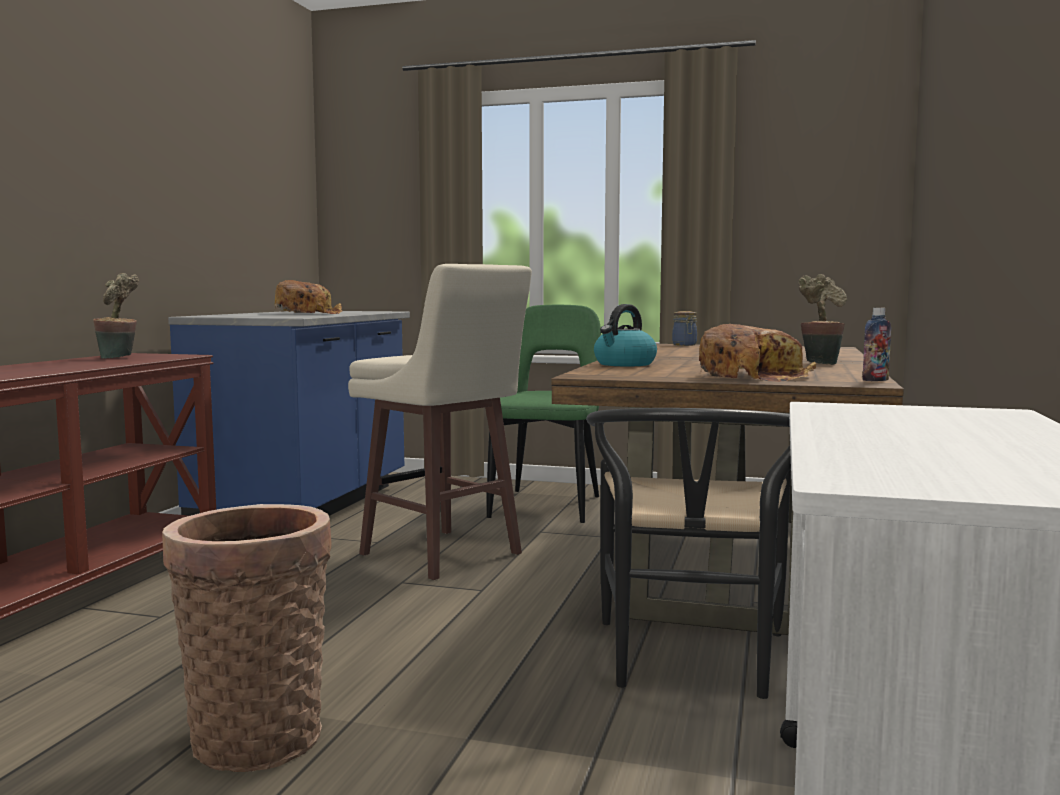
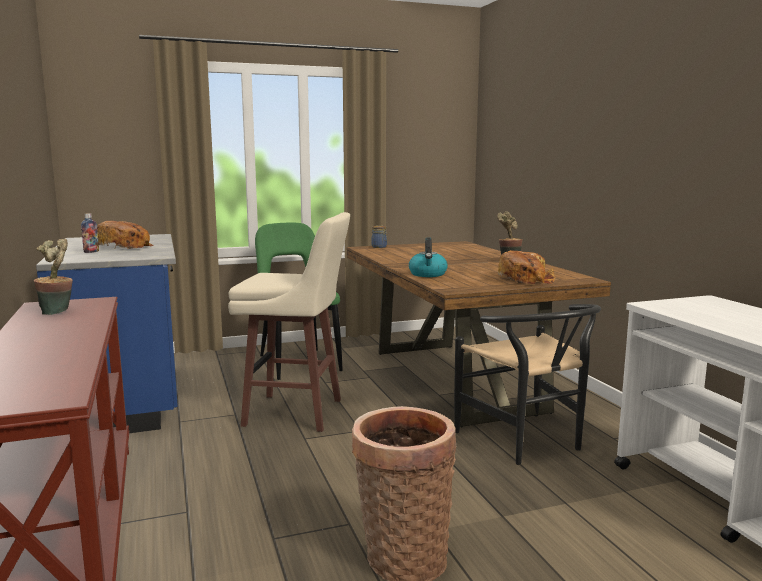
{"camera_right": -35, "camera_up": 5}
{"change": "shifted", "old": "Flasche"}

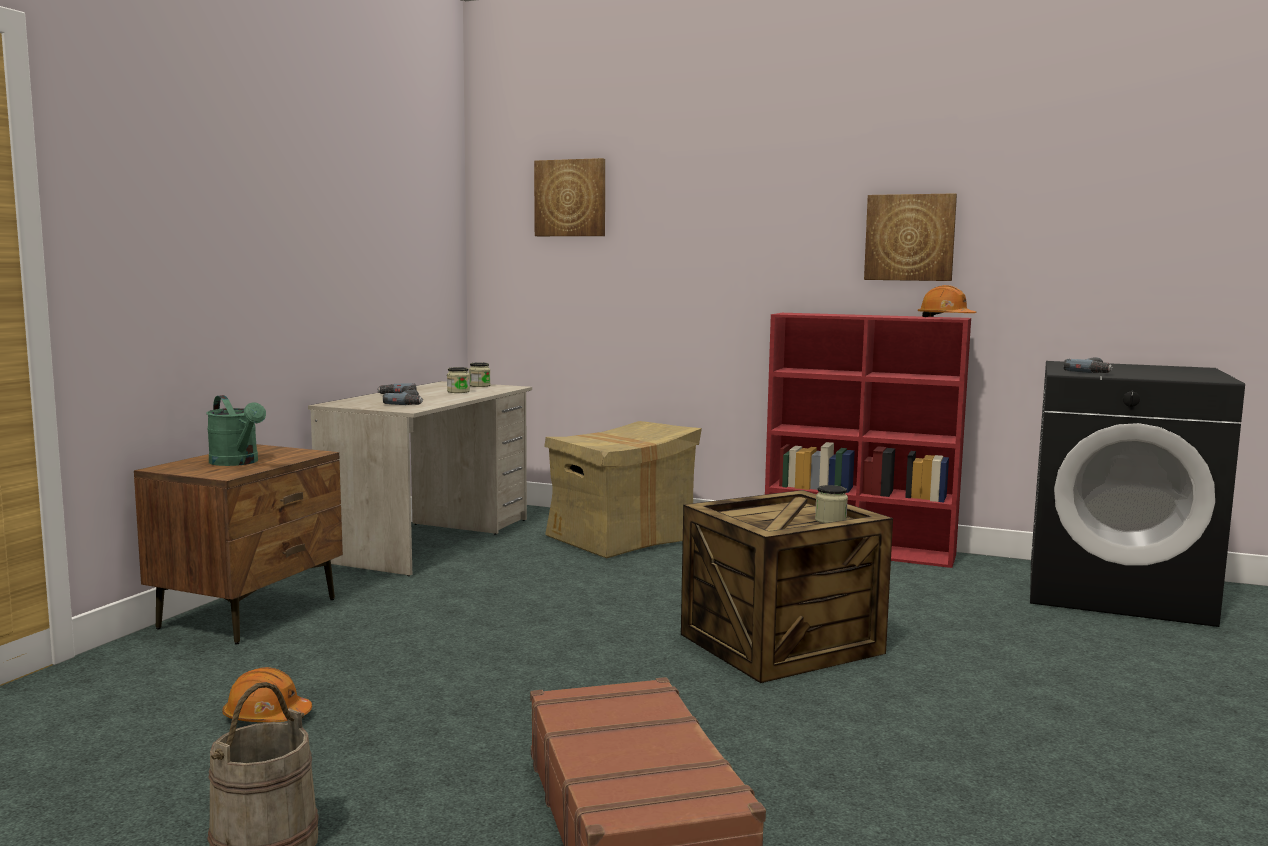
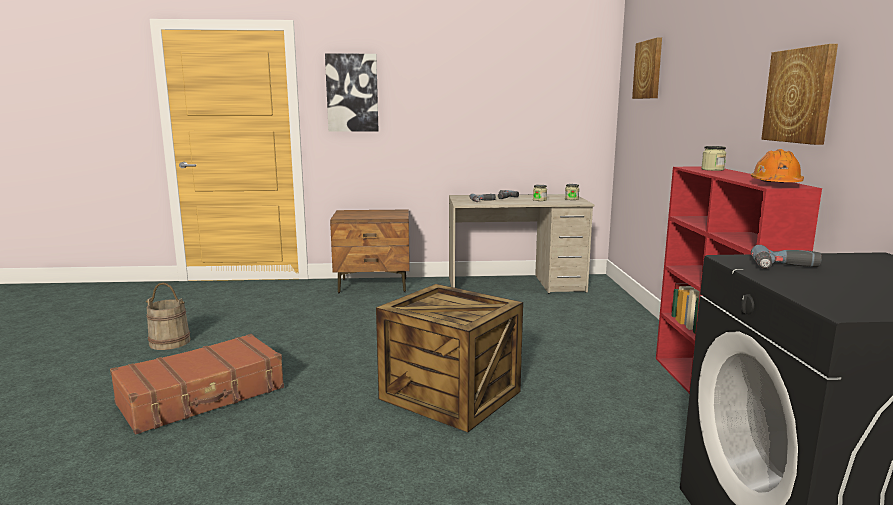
{"camera_right": 65, "camera_up": 5}
{"change": "gone", "old": "Gießkanne (grün)"}
{"change": "gone", "old": "Schutzhelm (orange) (no. 1 from left)"}
{"change": "gone", "old": "Karton"}
{"change": "new", "new": "Bild (no. 1 from left)"}
{"change": "shifted", "old": "Vorratsglas (no. 3 from left)"}

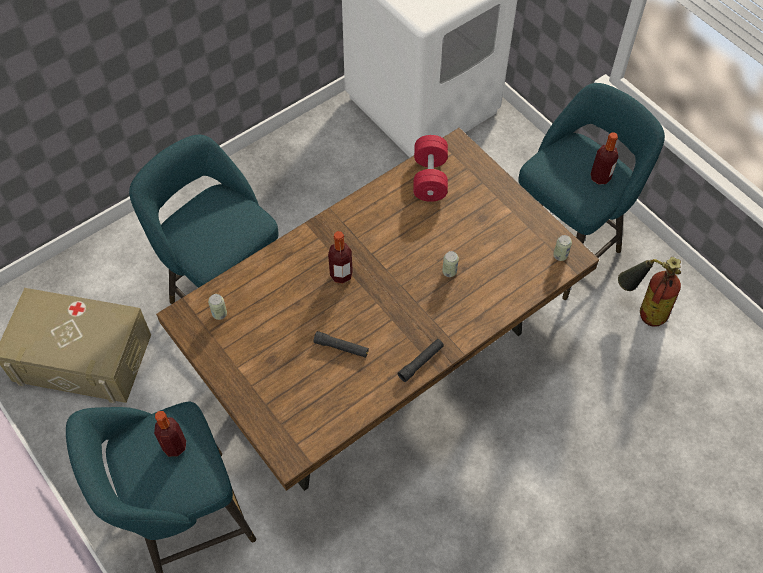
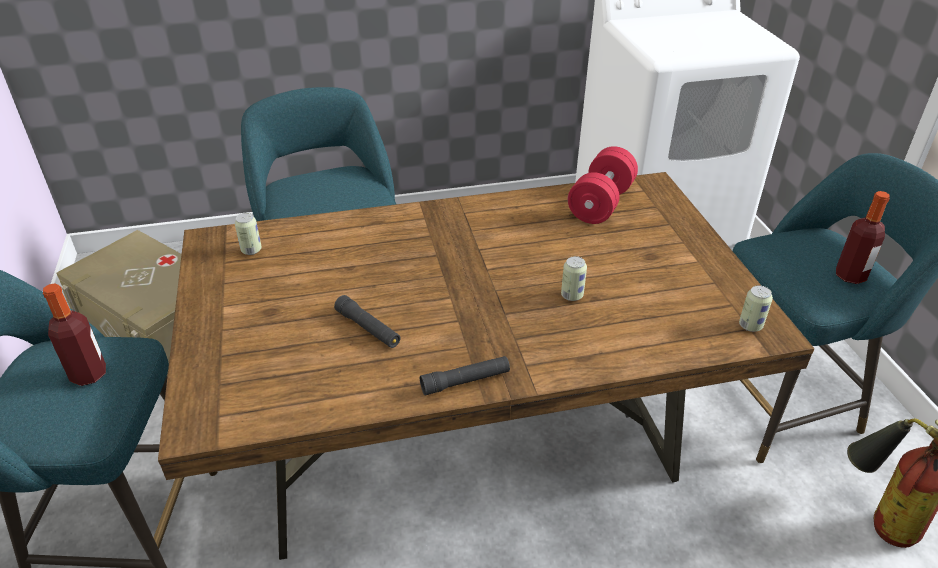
{"camera_right": 25, "camera_up": -20}
{"change": "gone", "old": "Flasche (no. 2 from left)"}

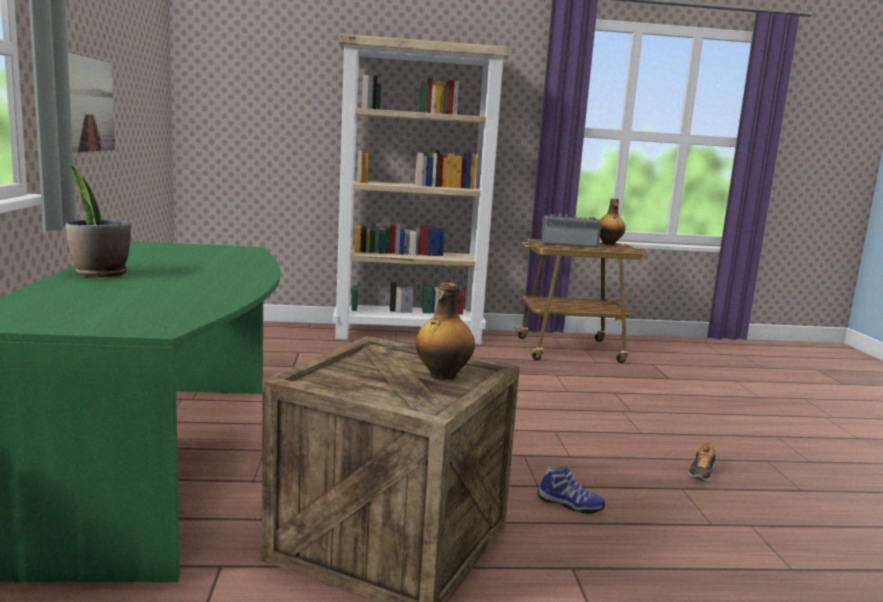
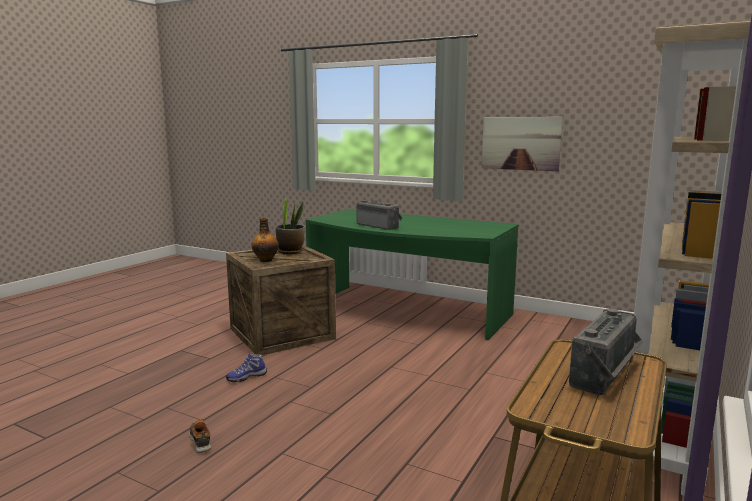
{"camera_right": 125, "camera_up": 0}
{"change": "gone", "old": "Flasche (no. 2 from left)"}
{"change": "new", "new": "Radio (no. 1 from left)"}
{"change": "shifted", "old": "Topfpflanze"}

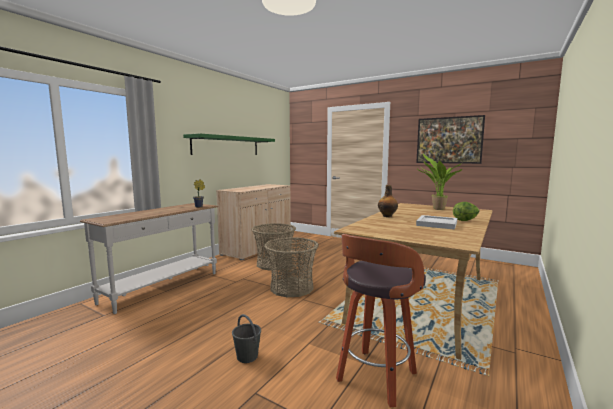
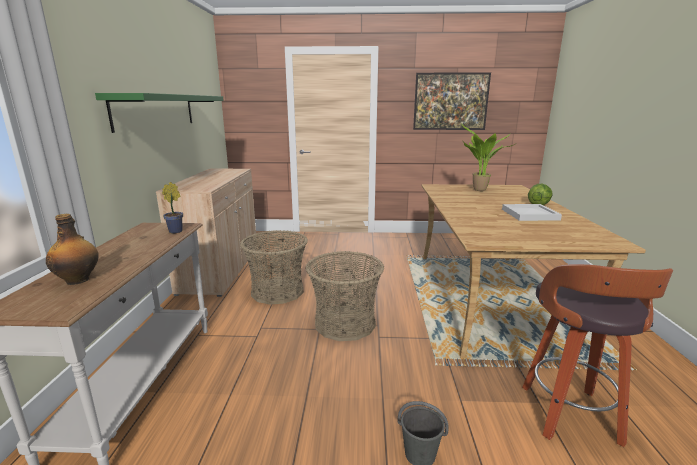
{"camera_right": -30, "camera_up": 10}
{"change": "shifted", "old": "Flasche"}

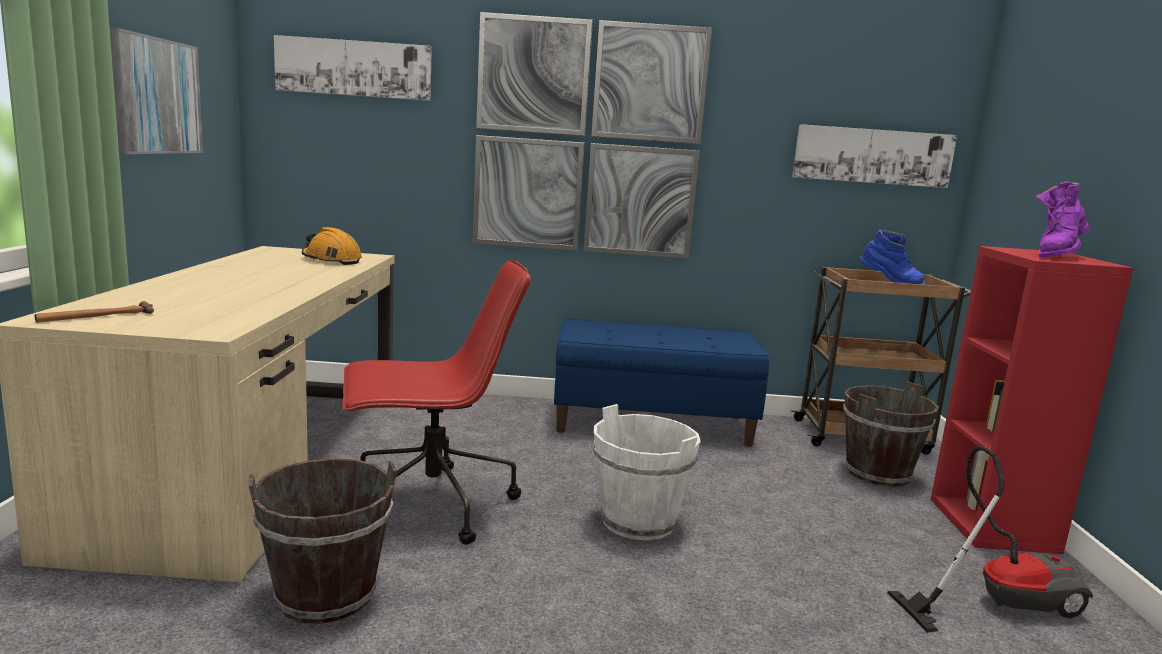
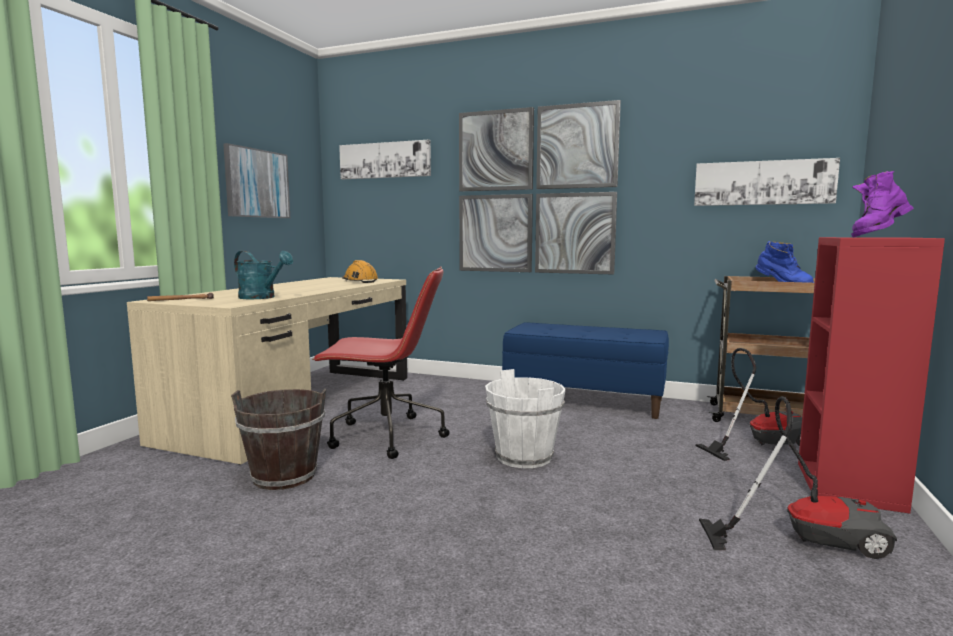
{"camera_right": 20, "camera_up": -5}
{"change": "new", "new": "Gießkanne (türkis)"}
{"change": "swapped", "old": "Eimer (braun) (no. 2 from left)", "new": "Staubsauger (no. 1 from left)"}

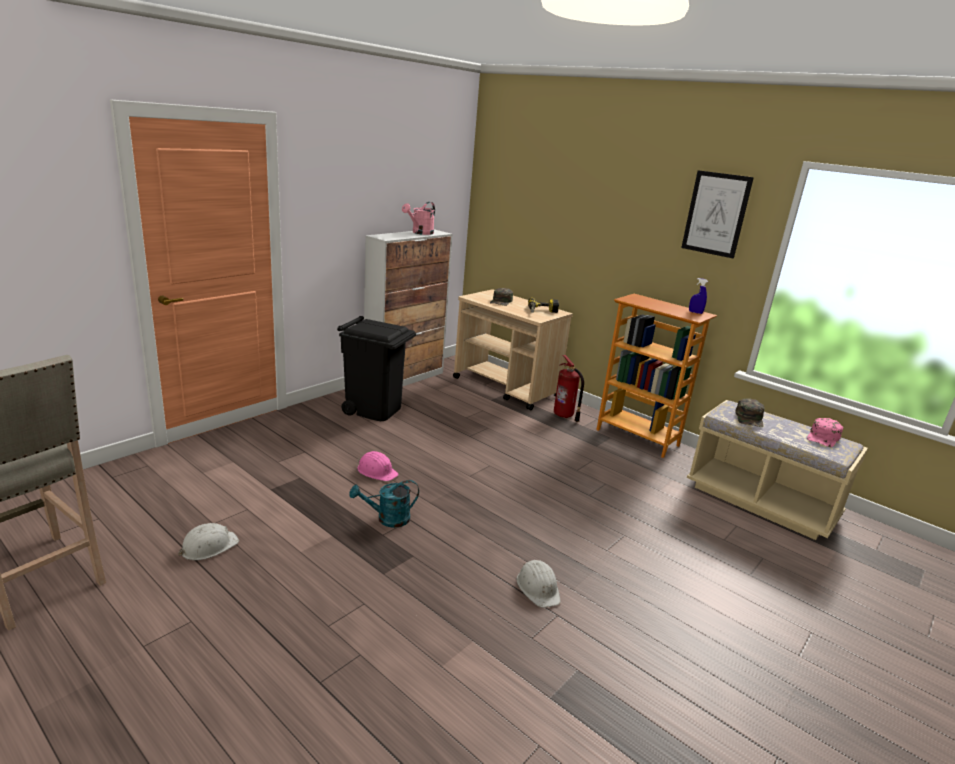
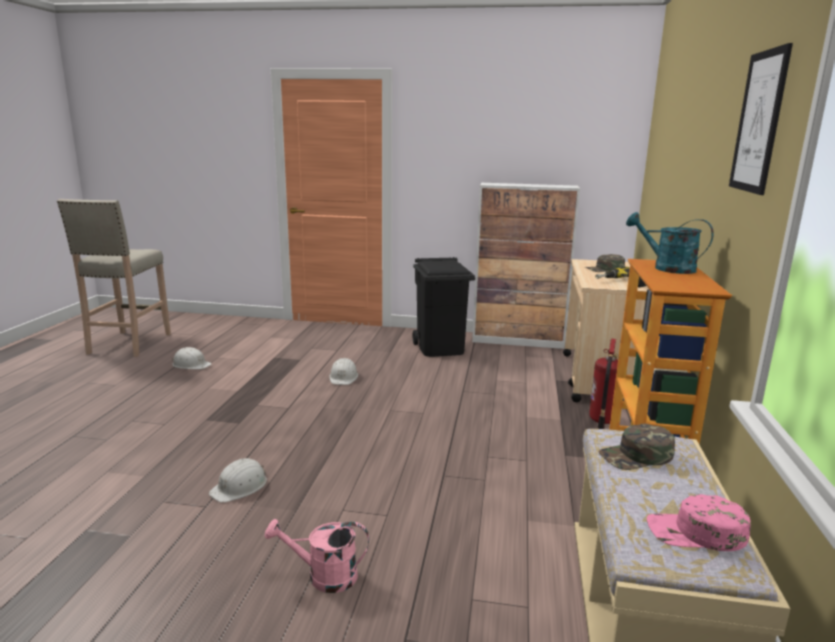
{"camera_right": 60, "camera_up": -5}
{"change": "gone", "old": "Sprühflasche (blau)"}
{"change": "shifted", "old": "Gießkanne (türkis)"}
{"change": "shifted", "old": "Gießkanne (rosa)"}
{"change": "repainted", "old": "Schutzhelm (rosa)", "new": "Schutzhelm (weiß) (no. 3 from left)"}

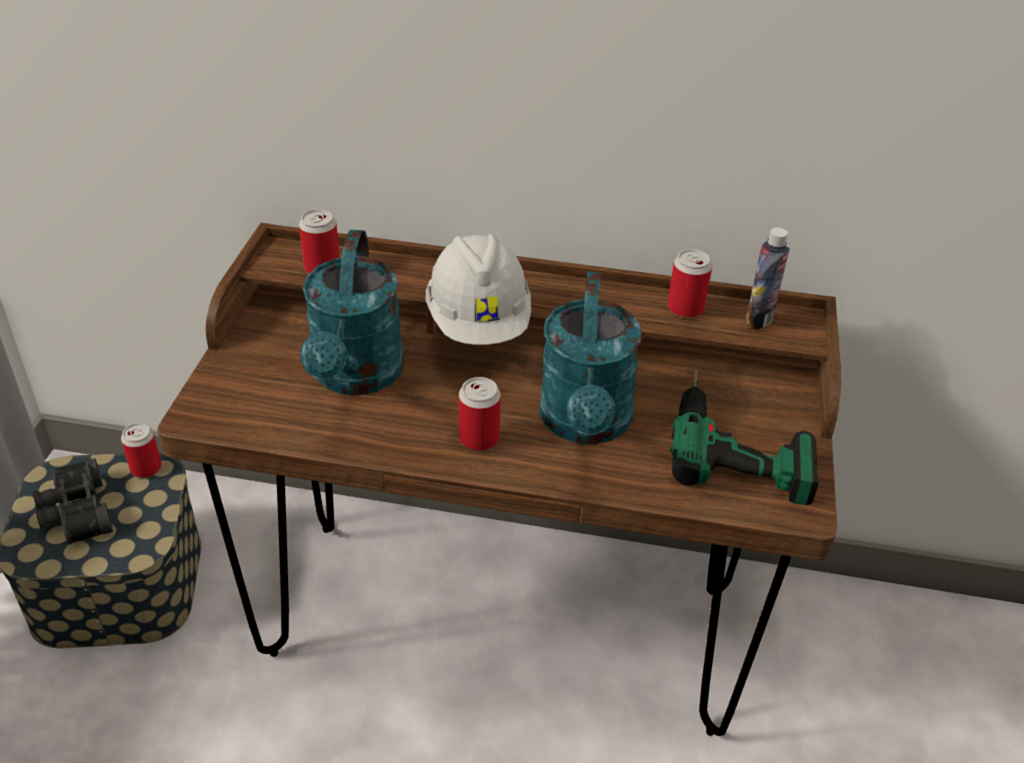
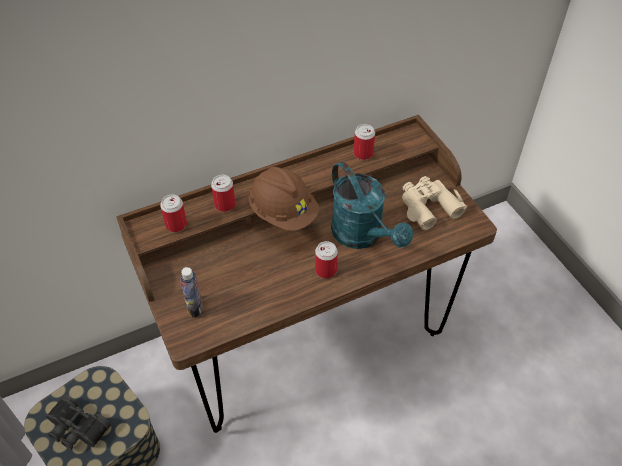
{"camera_right": -35, "camera_up": 10}
{"change": "gone", "old": "Gießkanne (türkis) (no. 1 from left)"}
{"change": "shifted", "old": "Dose (no. 1 from left in the first image)", "new": "Dose (no. 2 from left)"}
{"change": "shifted", "old": "Flasche"}
{"change": "swapped", "old": "Bohrmaschine", "new": "Fernglas (beige)"}
{"change": "repainted", "old": "Schutzhelm (weiß)", "new": "Schutzhelm (braun)"}

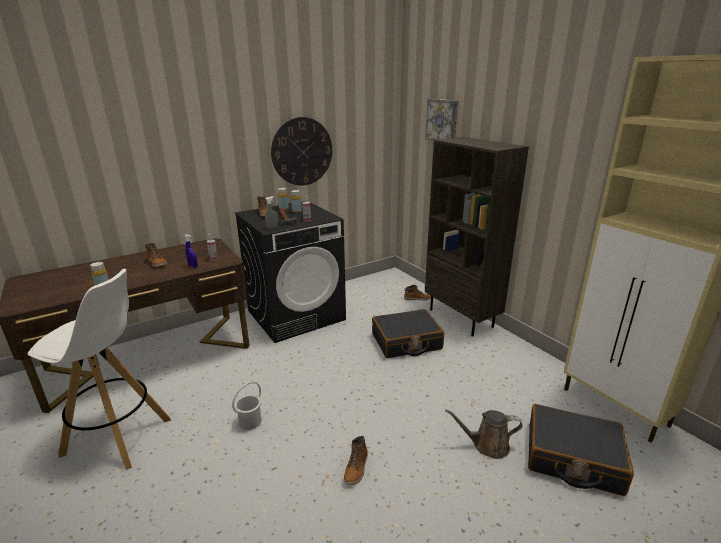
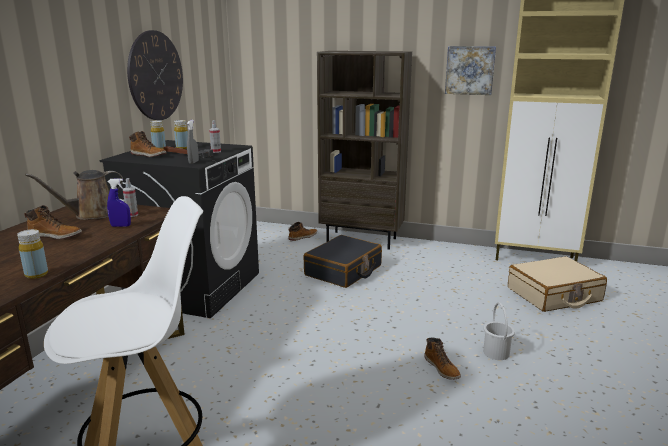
{"camera_right": -40, "camera_up": -5}
{"change": "shifted", "old": "Eimer (weiß)"}
{"change": "shifted", "old": "Bild"}
{"change": "shifted", "old": "Gießkanne (braun)"}
{"change": "repainted", "old": "Koffer (schwarz) (no. 2 from left)", "new": "Koffer (beige)"}

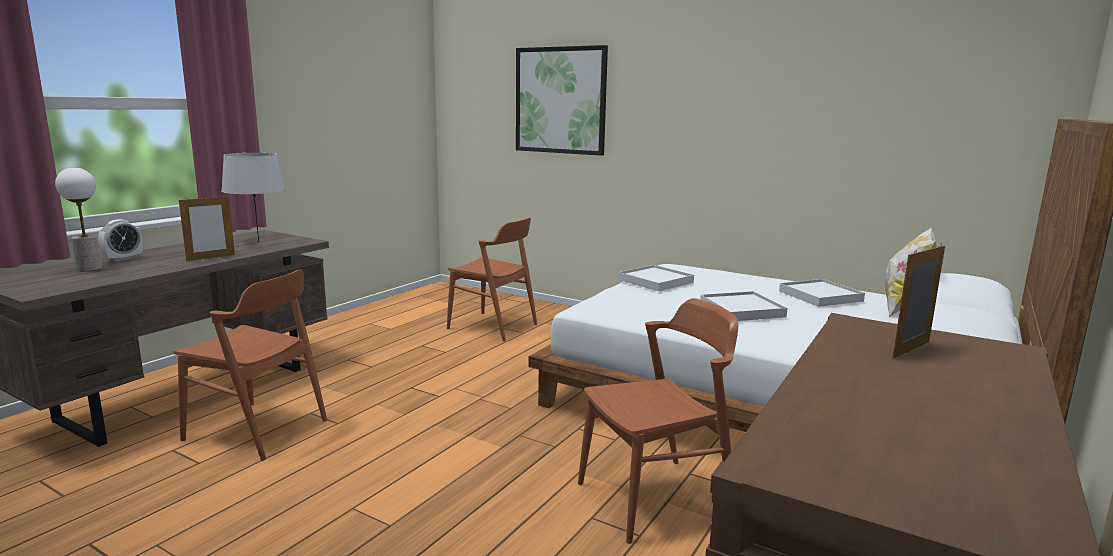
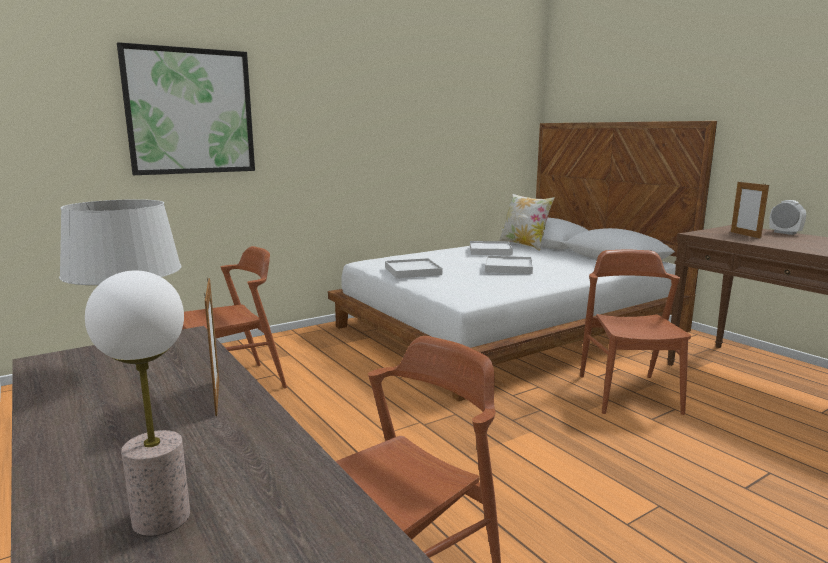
{"camera_right": -65, "camera_up": 0}
{"change": "shifted", "old": "Wecker"}

